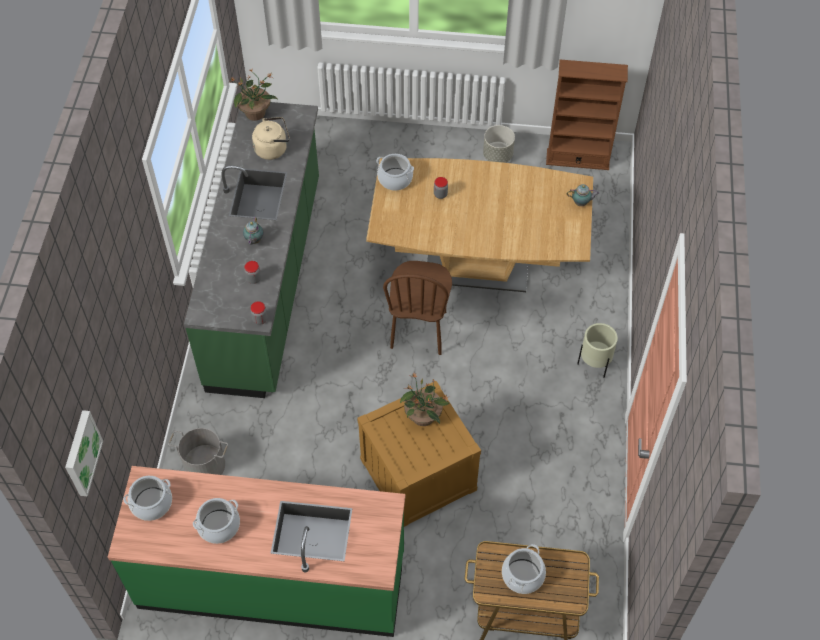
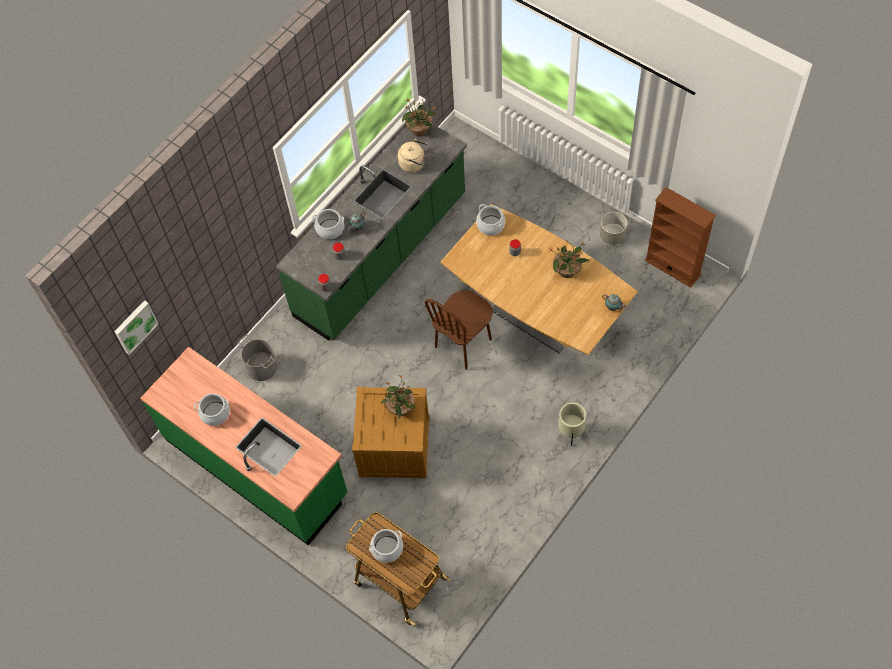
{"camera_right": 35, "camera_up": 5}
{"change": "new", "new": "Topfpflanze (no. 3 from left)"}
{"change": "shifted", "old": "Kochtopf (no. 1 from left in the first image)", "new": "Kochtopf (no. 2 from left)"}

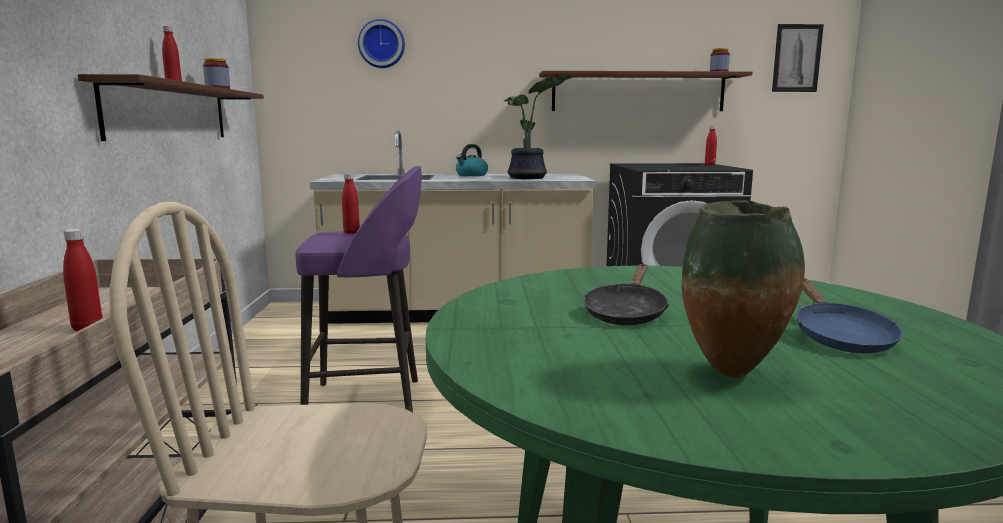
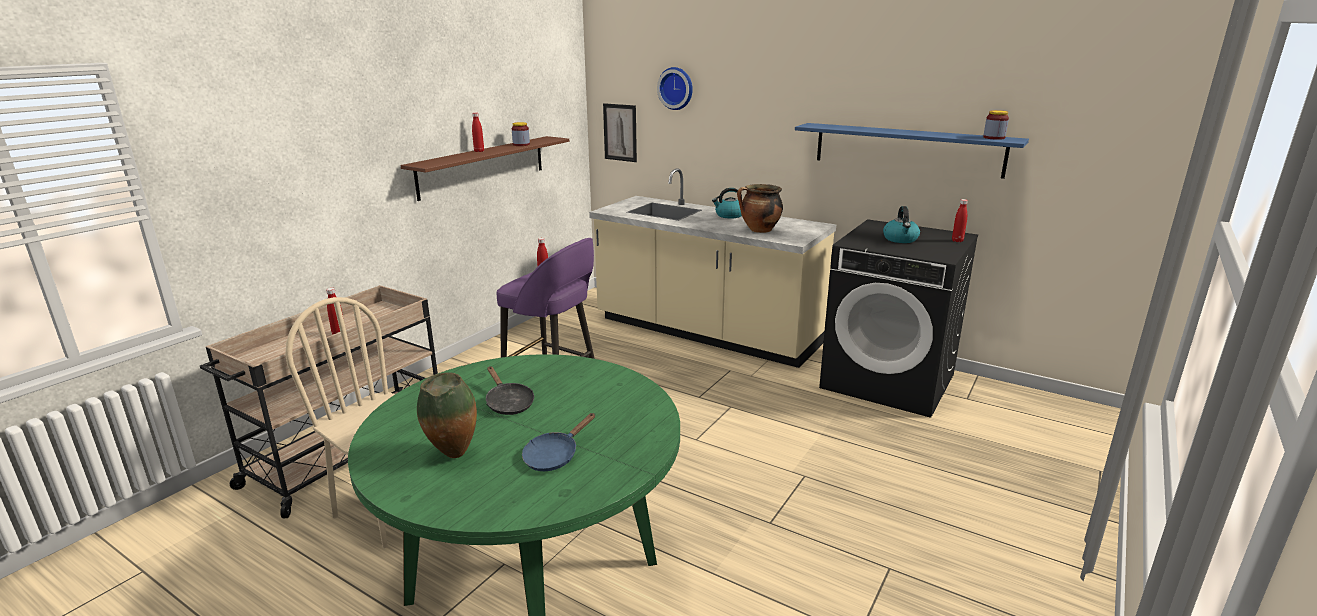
{"camera_right": 35, "camera_up": 10}
{"change": "new", "new": "Wasserkessel (no. 2 from left)"}
{"change": "shifted", "old": "Bild"}
{"change": "swapped", "old": "Topfpflanze", "new": "Kochtopf"}
{"change": "repainted", "old": "Wandregal (braun) (no. 2 from left)", "new": "Wandregal (blau)"}
{"change": "rotated", "old": "Pfanne (schwarz)", "degrees": -90}

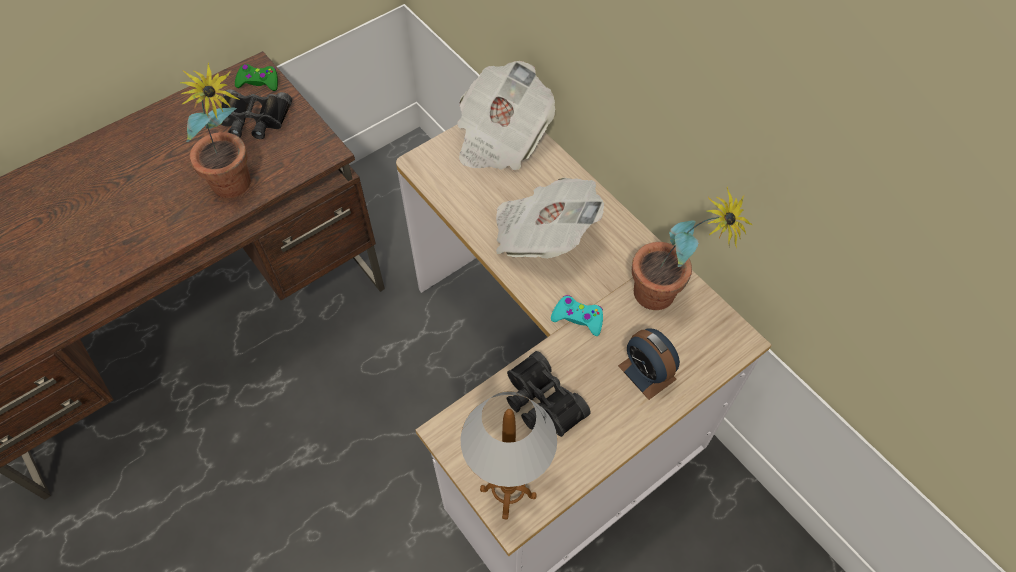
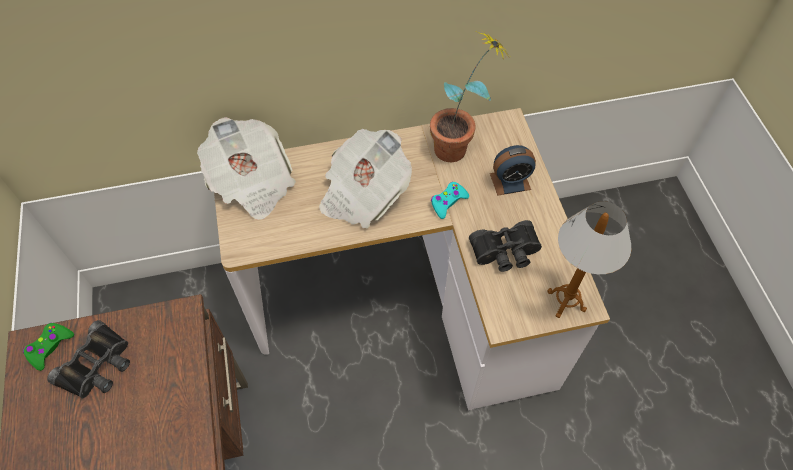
{"camera_right": -65, "camera_up": 0}
{"change": "gone", "old": "Topfpflanze (no. 1 from left)"}

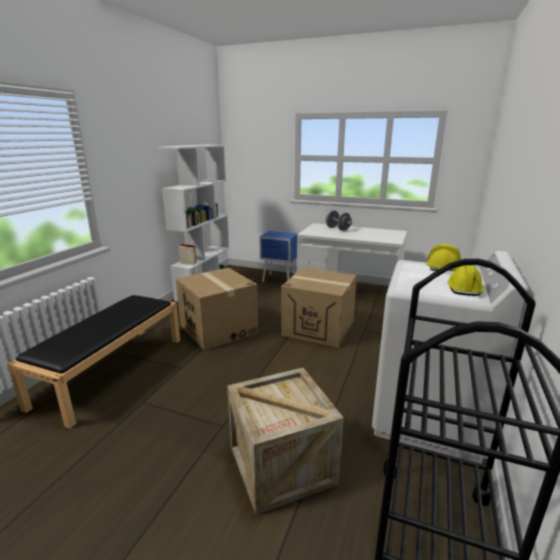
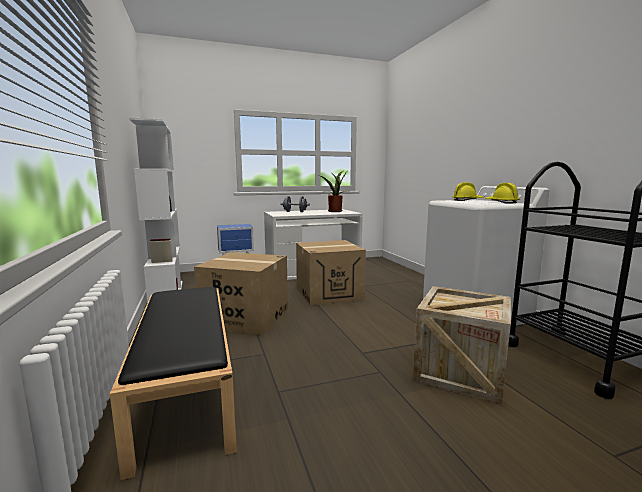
{"camera_right": -40, "camera_up": -10}
{"change": "new", "new": "Topfpflanze"}

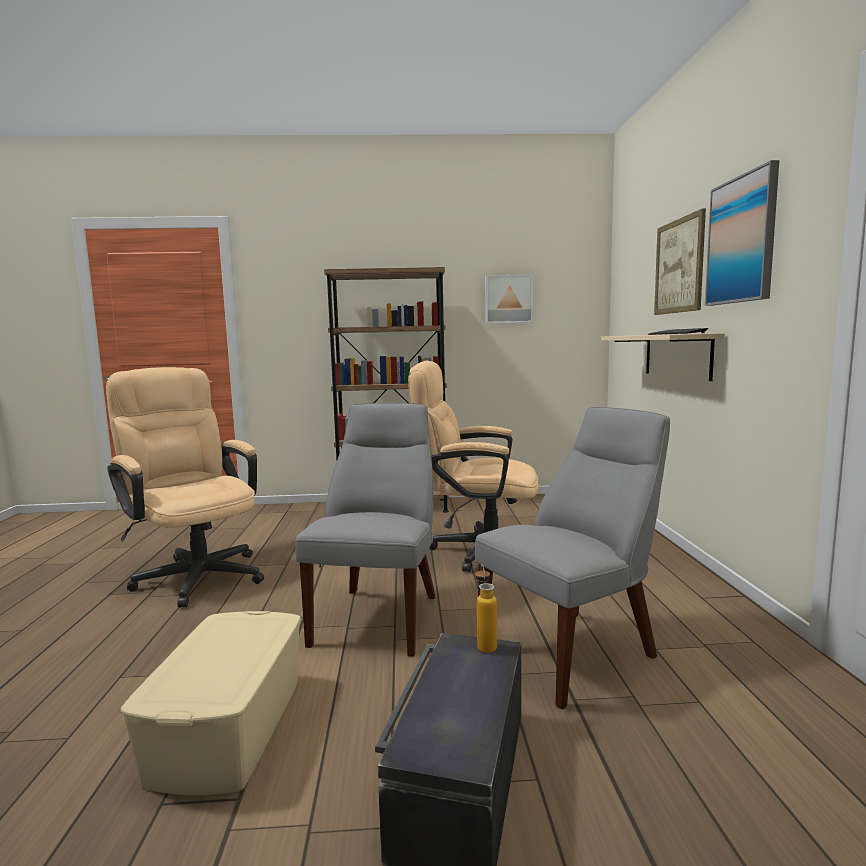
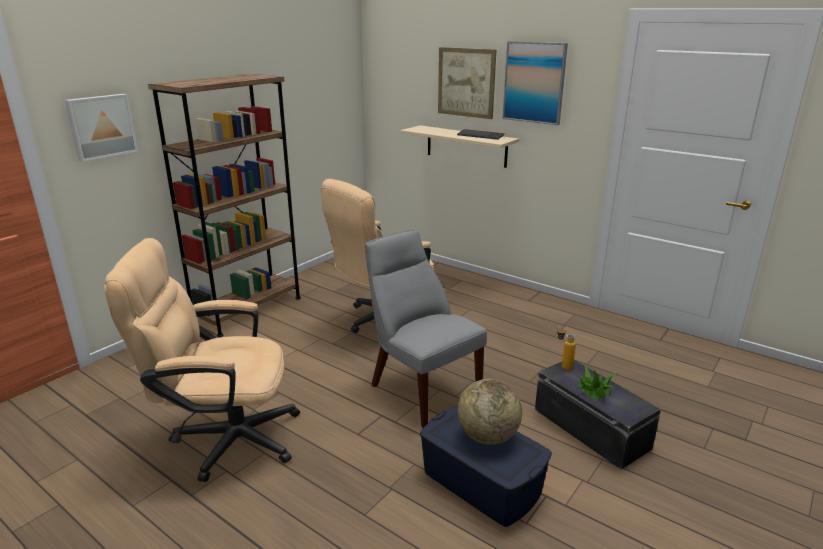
{"camera_right": -50, "camera_up": 15}
{"change": "gone", "old": "Stuhl (grau) (no. 2 from left)"}
{"change": "new", "new": "Globus"}
{"change": "new", "new": "Topfpflanze"}
{"change": "shifted", "old": "Bild (no. 1 from left)"}
{"change": "repainted", "old": "Aufbewahrungsbox (beige)", "new": "Aufbewahrungsbox (blau)"}

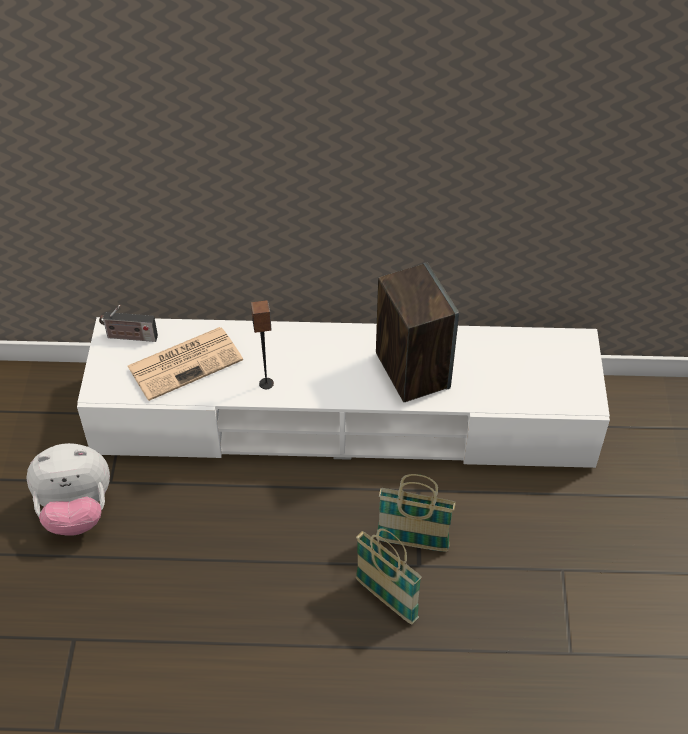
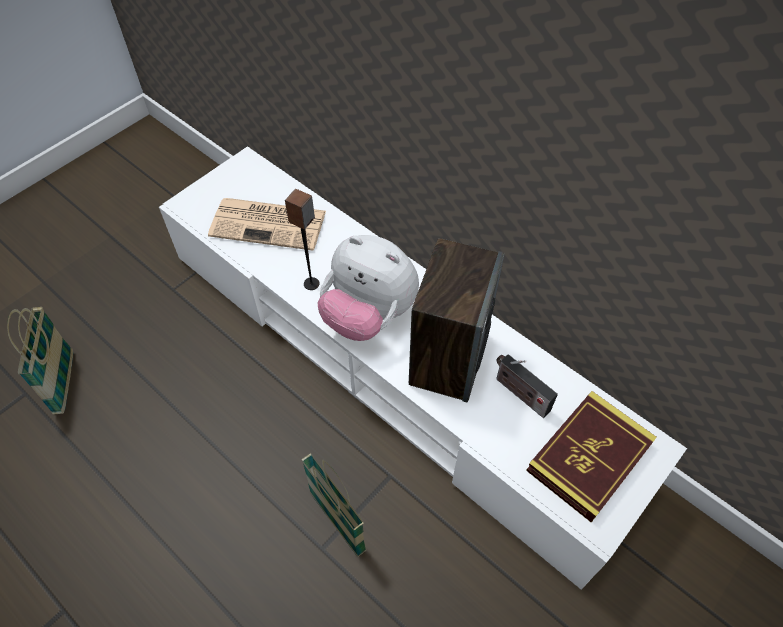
{"camera_right": 40, "camera_up": 5}
{"change": "new", "new": "Buch"}
{"change": "shifted", "old": "Plüschtier"}
{"change": "shifted", "old": "Radio"}
{"change": "shifted", "old": "Korb (no. 1 from left)"}

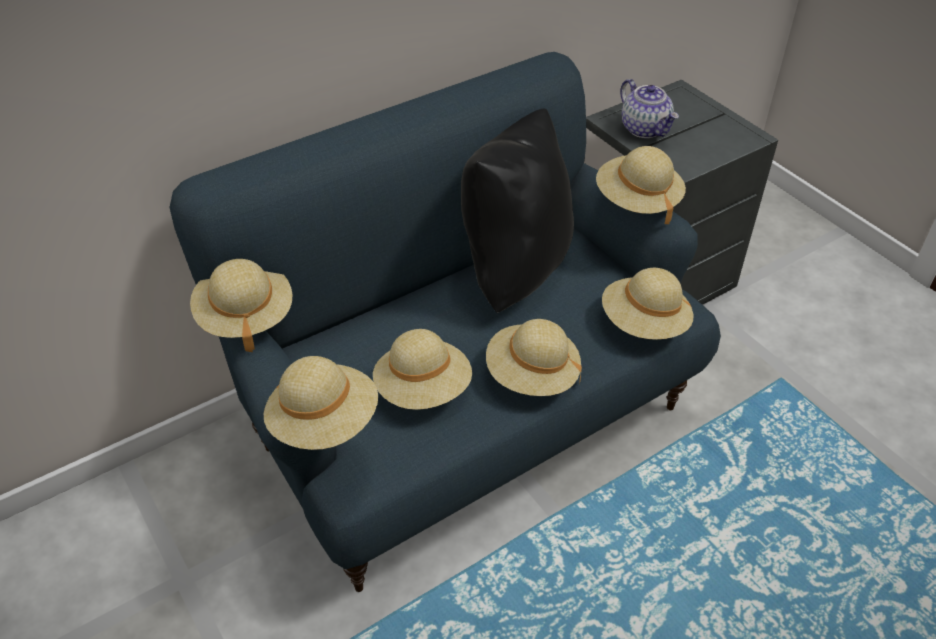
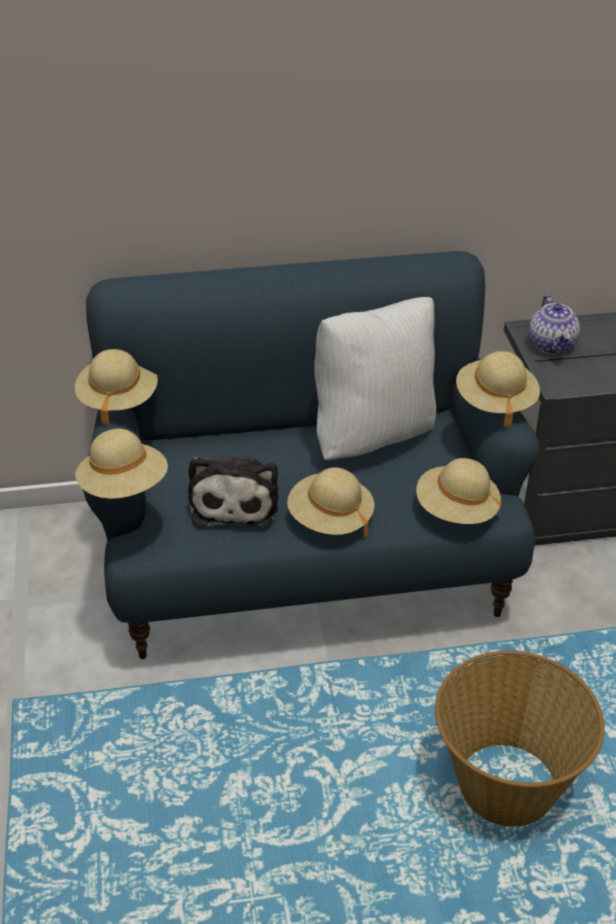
{"camera_right": 25, "camera_up": -5}
{"change": "new", "new": "Korb"}
{"change": "swapped", "old": "Hut (beige) (no. 3 from left)", "new": "Plüschtier"}
{"change": "repainted", "old": "Kissen (schwarz)", "new": "Kissen (weiß)"}

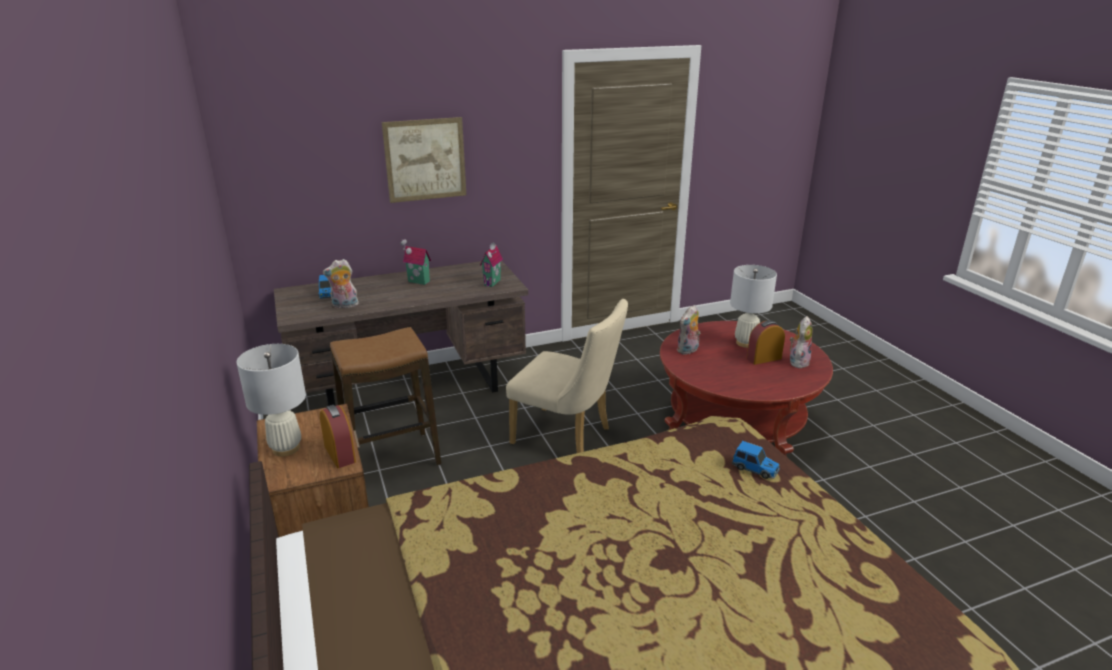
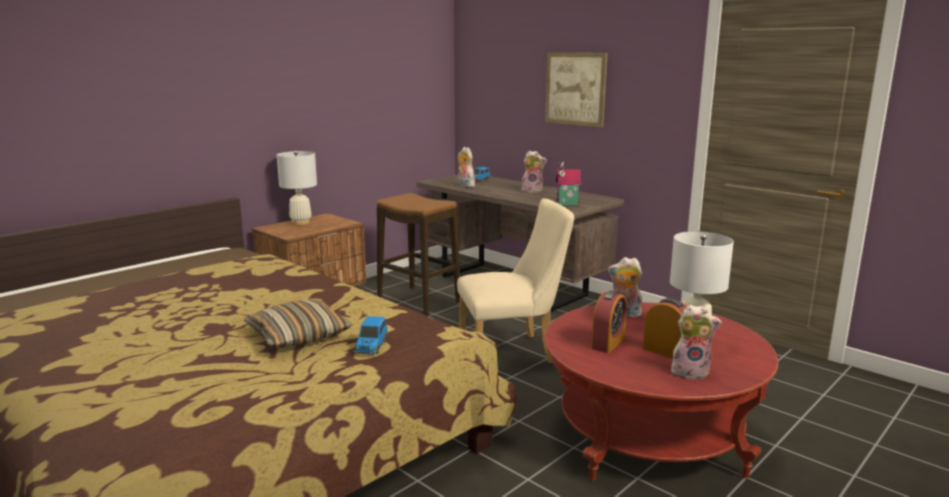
{"camera_right": 65, "camera_up": -10}
{"change": "new", "new": "Kissen"}
{"change": "shifted", "old": "Wecker (no. 1 from left)"}
{"change": "swapped", "old": "Spielzeughaus (no. 1 from left)", "new": "Plüschtier (no. 2 from left)"}
{"change": "rotated", "old": "Stuhl (beige)", "degrees": -105}

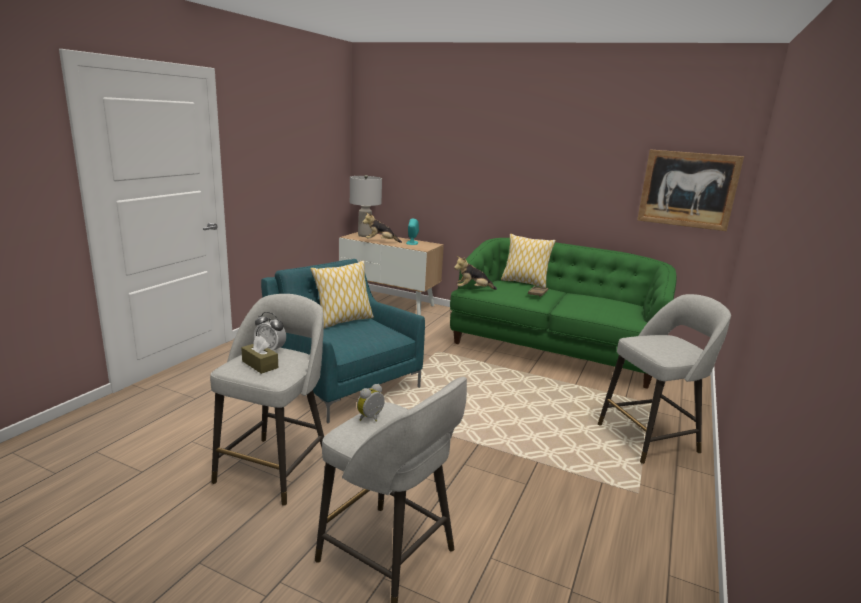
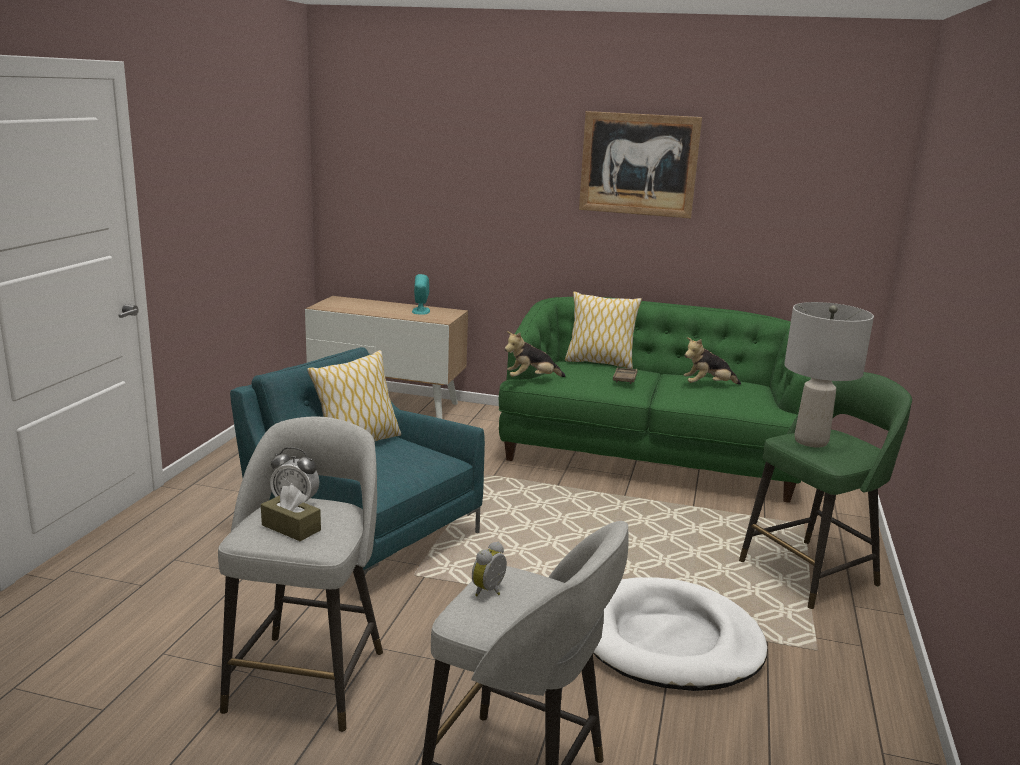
{"camera_right": -10, "camera_up": 0}
{"change": "new", "new": "Hundebett (weiß)"}
{"change": "shifted", "old": "Tischlampe (grau)"}
{"change": "shifted", "old": "Plüschtier (no. 1 from left in the first image)", "new": "Plüschtier (no. 2 from left)"}
{"change": "shifted", "old": "Bild"}
{"change": "repainted", "old": "Hocker (grau) (no. 3 from left)", "new": "Hocker (grün)"}

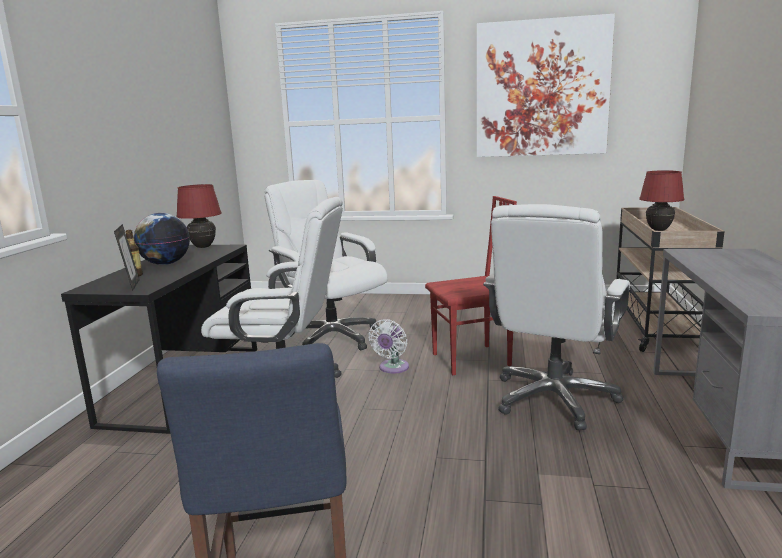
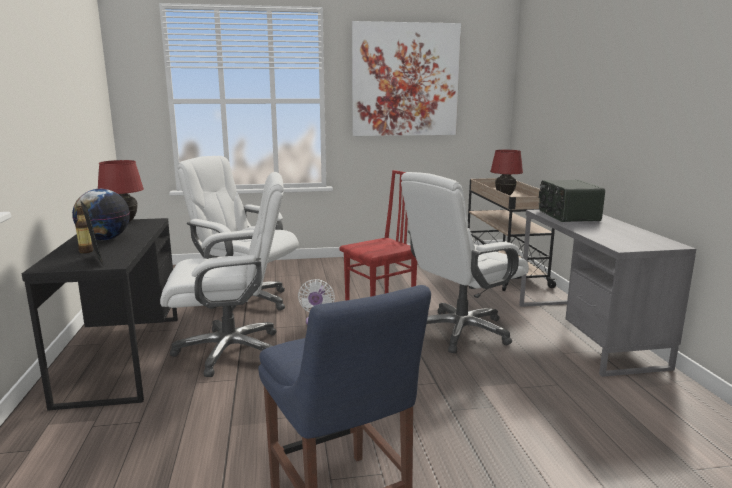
{"camera_right": -20, "camera_up": 0}
{"change": "new", "new": "Radio"}
{"change": "rotated", "old": "Bürostuhl (weiß) (no. 3 from left)", "degrees": 45}

